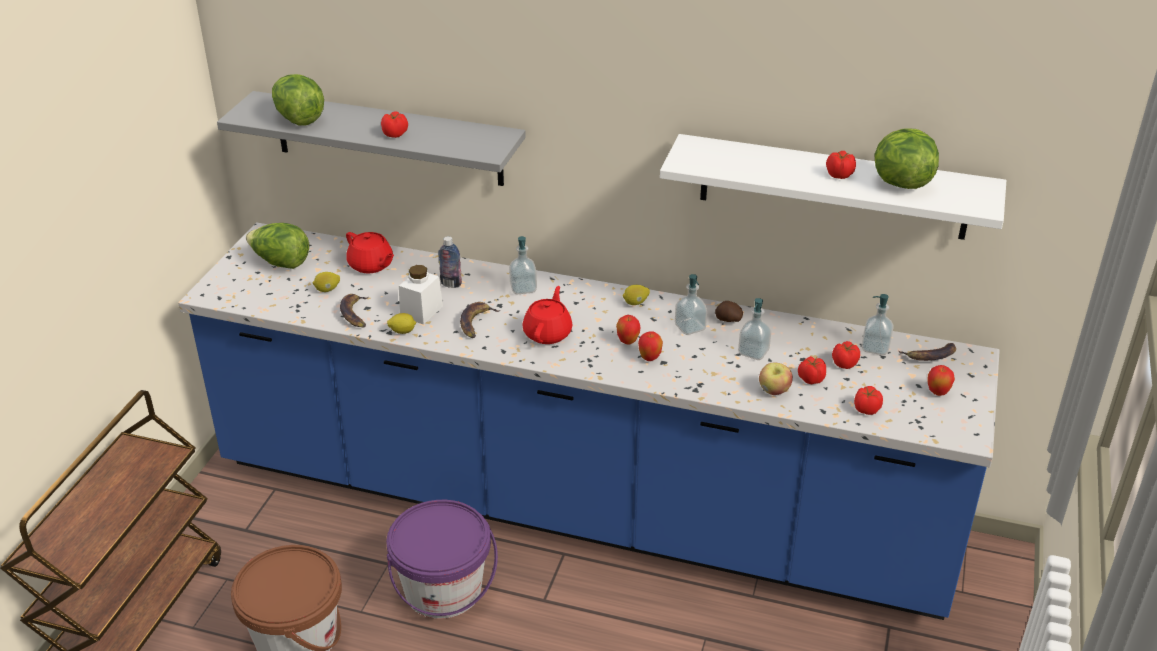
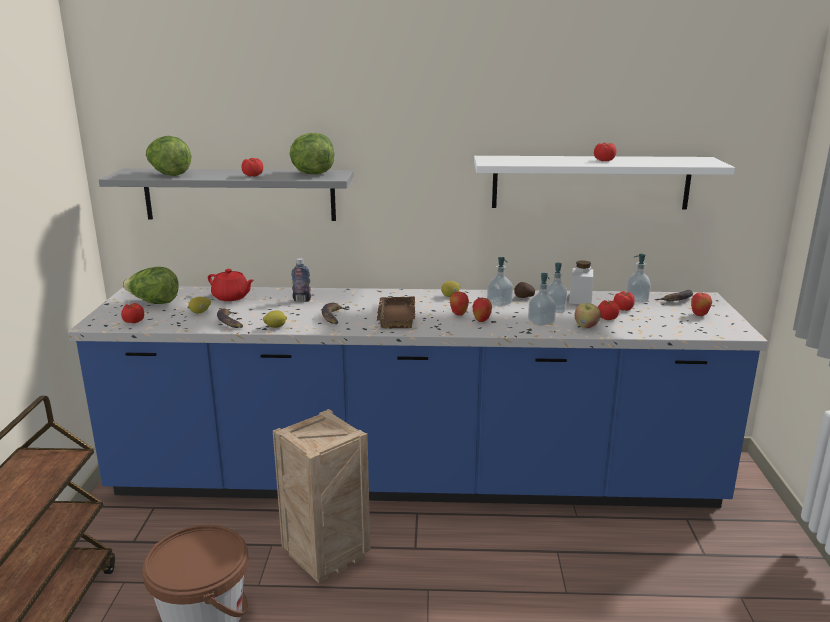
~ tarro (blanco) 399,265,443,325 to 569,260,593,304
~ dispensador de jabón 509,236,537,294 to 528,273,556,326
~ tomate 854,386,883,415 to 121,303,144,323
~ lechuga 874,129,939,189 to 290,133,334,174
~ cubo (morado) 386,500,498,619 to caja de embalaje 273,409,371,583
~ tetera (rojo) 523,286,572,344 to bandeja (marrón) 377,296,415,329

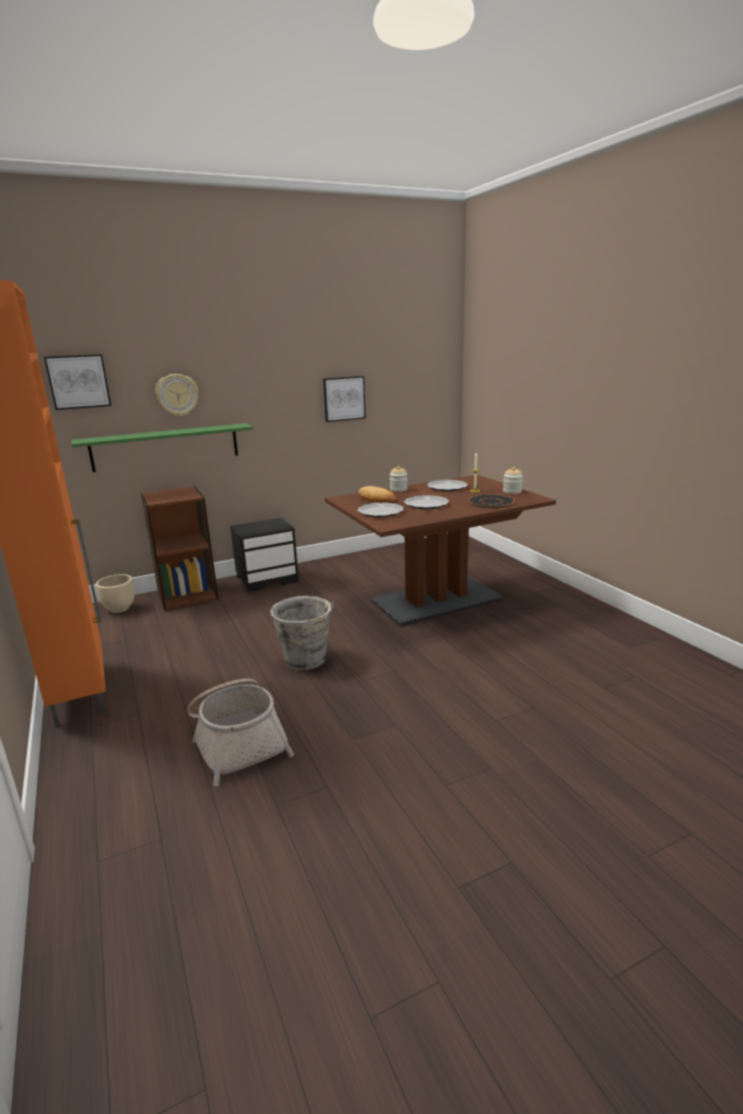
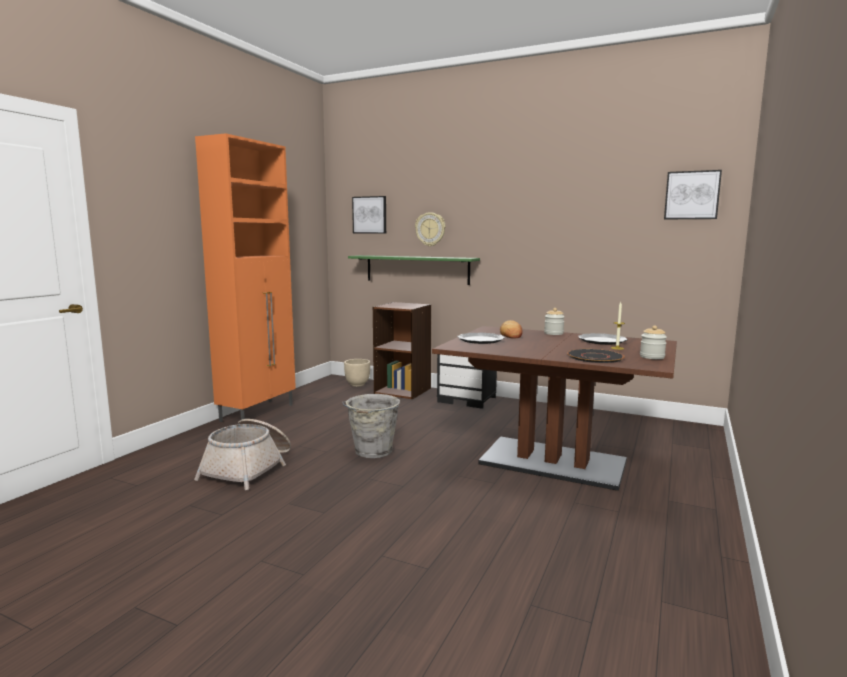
- plato 404,495,449,509
~ cuadro 323,376,366,422 to 664,170,722,219

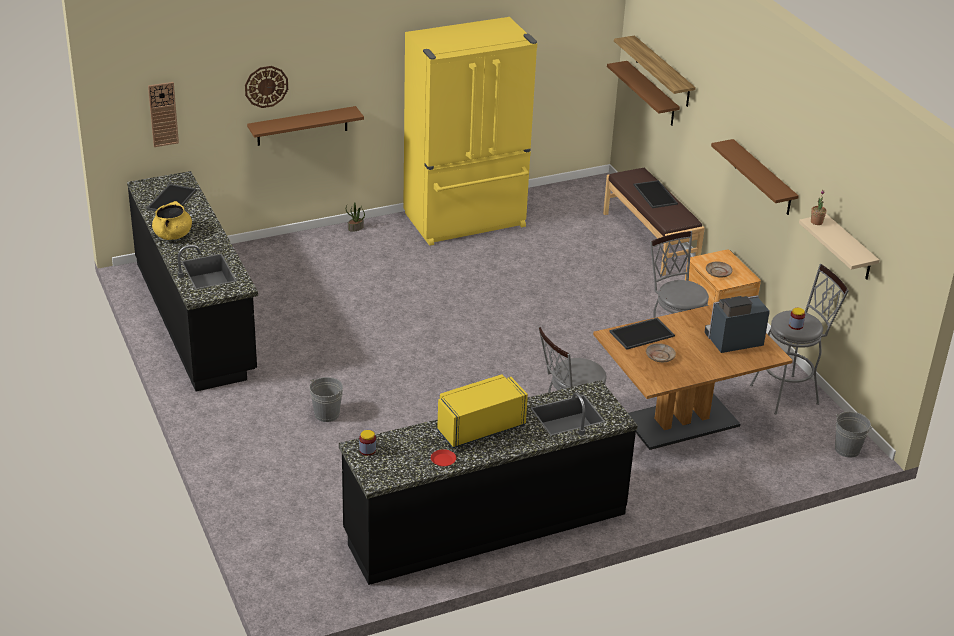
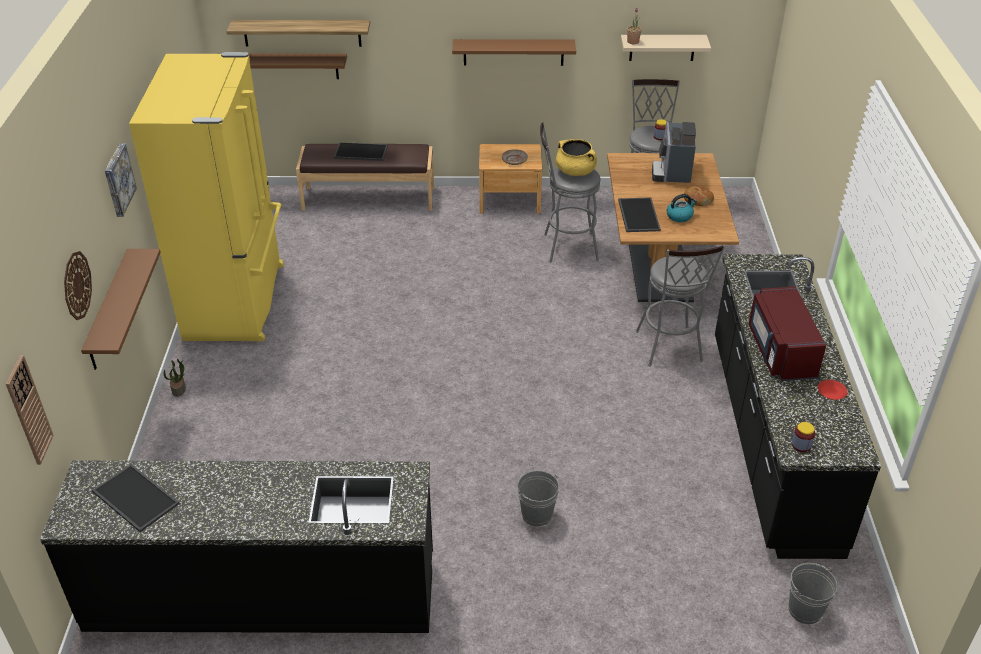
+ cuadro 105,143,137,217
+ pan 684,186,714,206
~ olla (amarillo) 152,201,192,240 to 556,139,597,176
~ cubo (gris) 835,411,873,458 to 788,563,837,624
~ plato (beis) 646,343,676,362 to hervidor 667,194,697,222
~ microondas (amarillo) 437,374,528,448 to microondas (rojo) 749,287,826,381

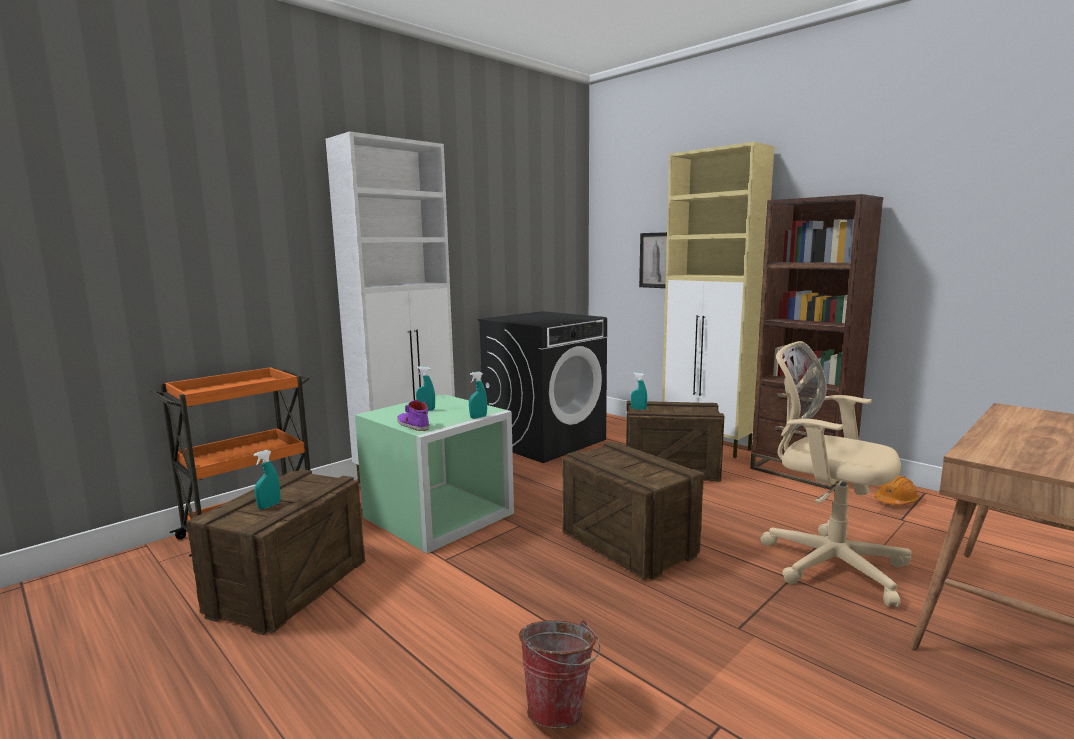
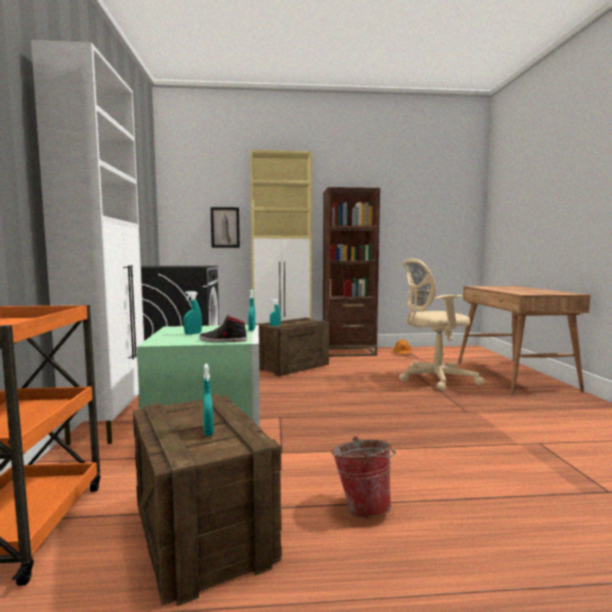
- caja de embalaje 562,441,704,580
~ cubo 519,620,600,729 to 332,436,396,518
~ zapato (morado) 397,400,429,431 to zapato (negro) 199,315,247,342

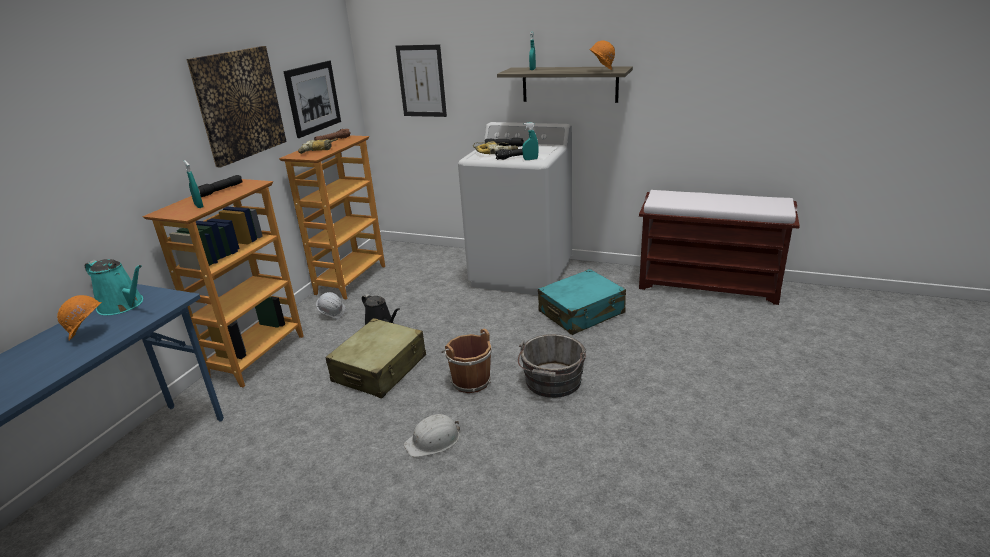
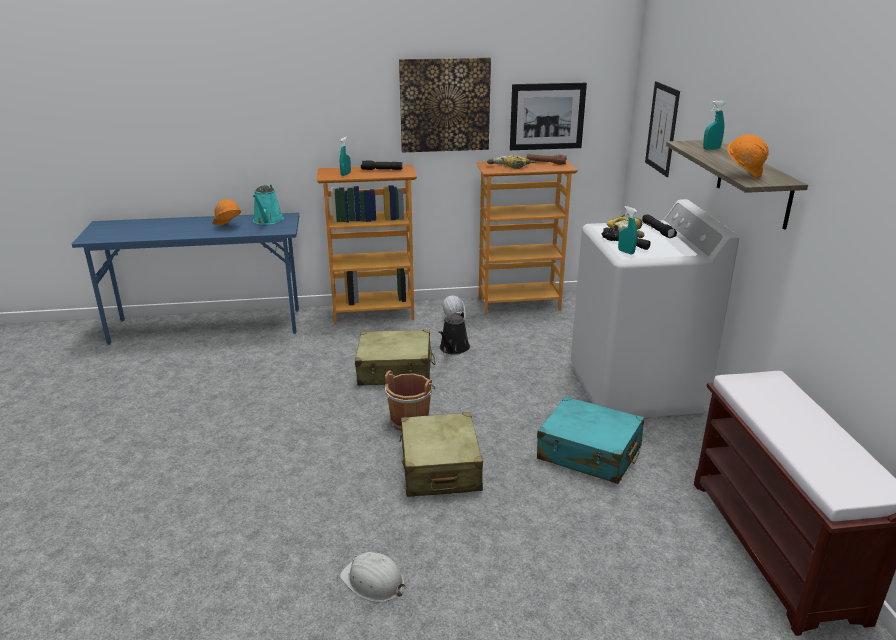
~ casco (blanco) 404,414,460,457 to 340,552,406,602
~ cubo (gris) 518,334,586,398 to maleta (beis) 399,412,483,497

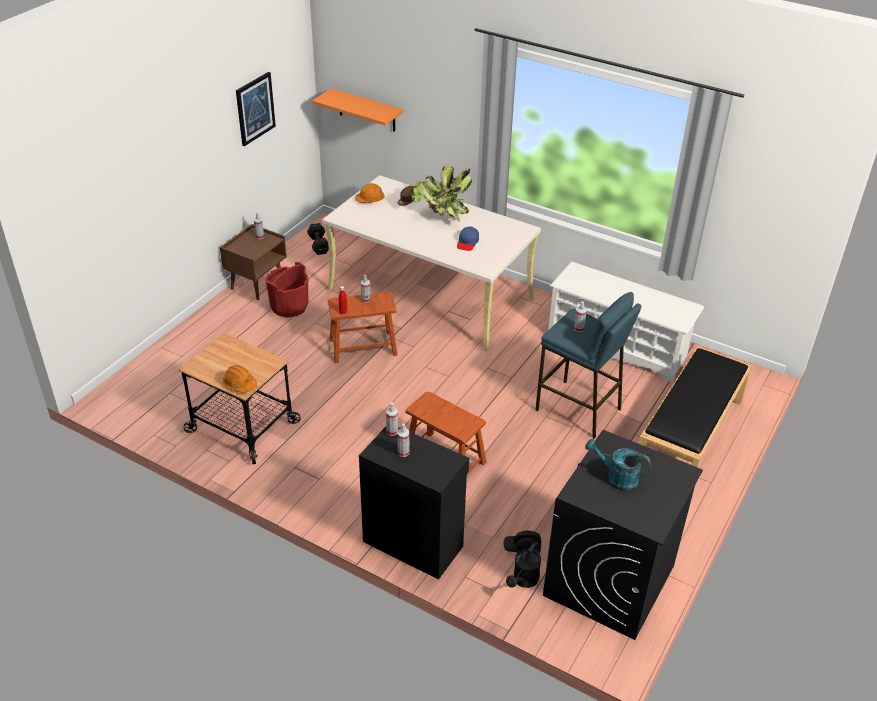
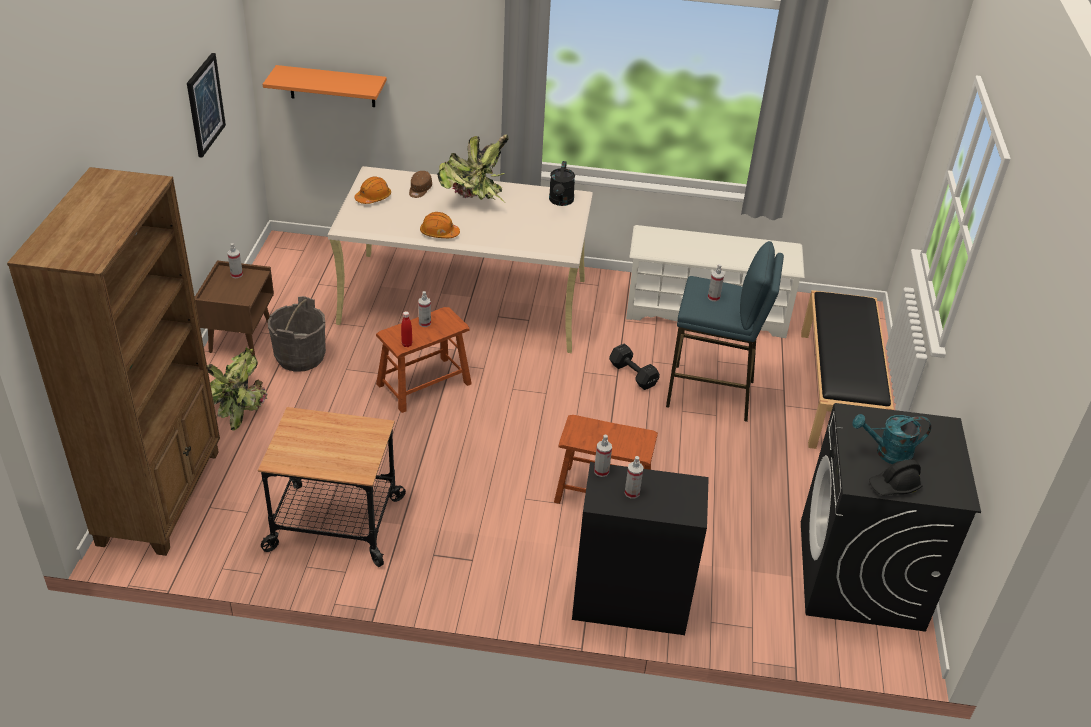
- gorra (azul) 457,226,479,251
+ estantería (marrón) 7,167,220,556
+ planta en maceta 207,347,267,431
~ casco (naranja) 223,365,257,393 to 420,212,460,238
~ mancuerna (negro) 307,223,329,255 to 609,344,660,390
~ casco (negro) 503,531,541,553 to 869,460,922,496
~ regadera (negro) 506,542,541,588 to 549,161,575,206
~ cubo (rojo) 265,262,309,317 to cubo (gris) 268,296,326,372

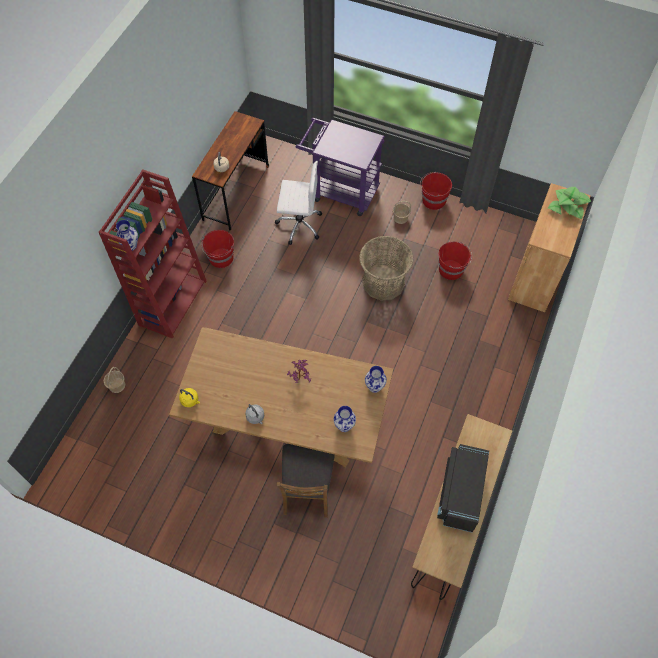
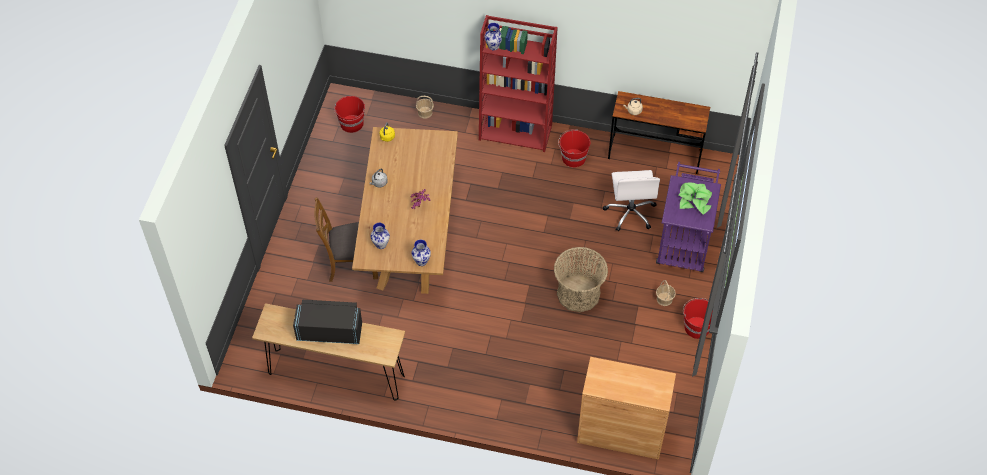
~ cubo (rojo) 438,242,472,280 to 334,96,365,133
~ planta en maceta 548,187,591,219 to 679,182,712,215

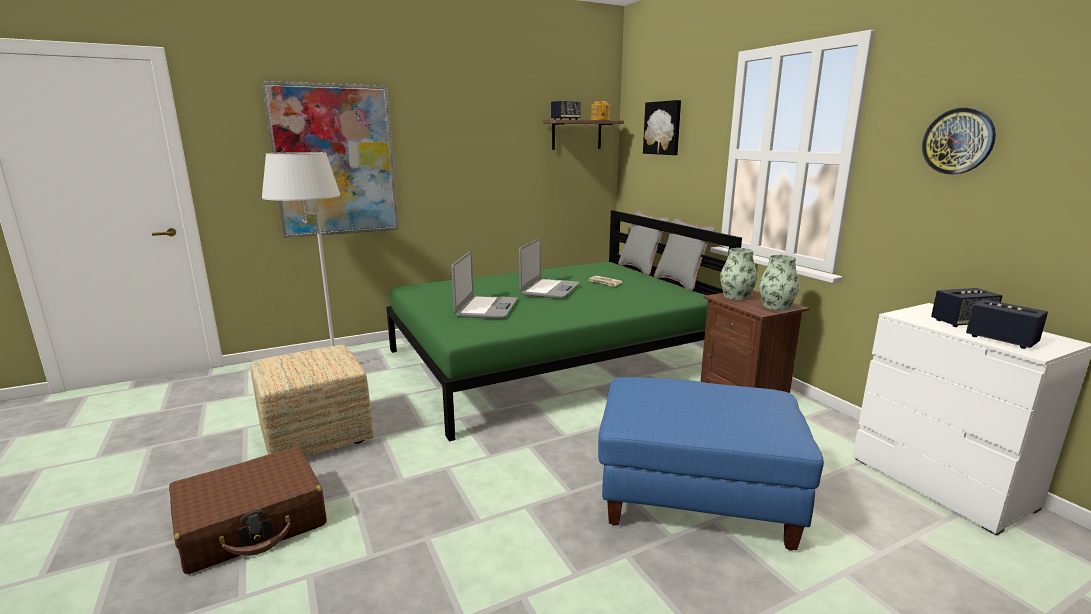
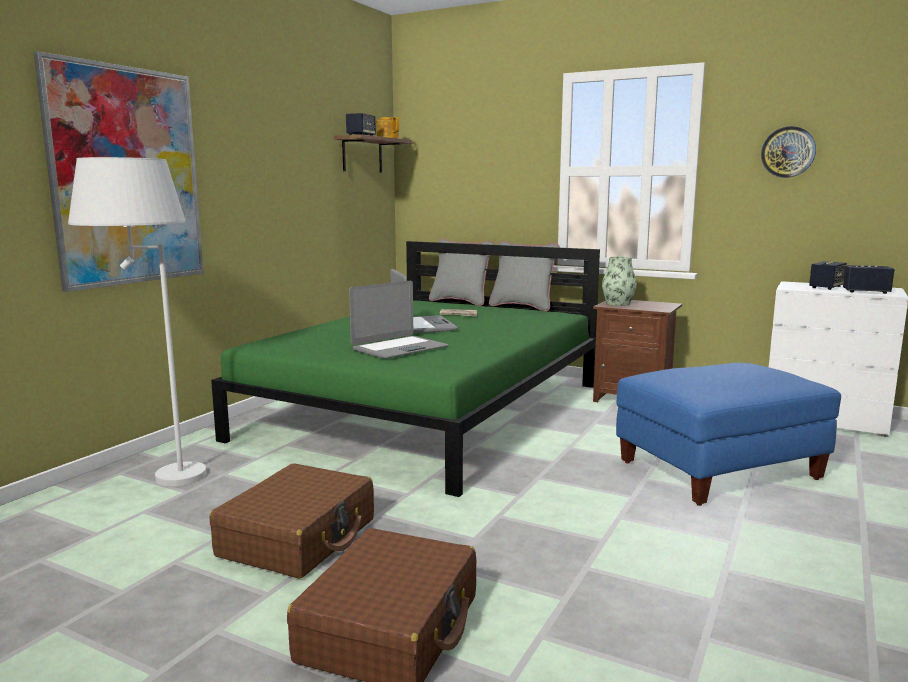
- cuadro 643,100,681,155
- florero 759,255,799,310
~ puf 250,345,374,456 to maleta (marrón) 210,463,374,579
~ portátil 451,251,518,319 = 349,281,448,358 75 degrees clockwise

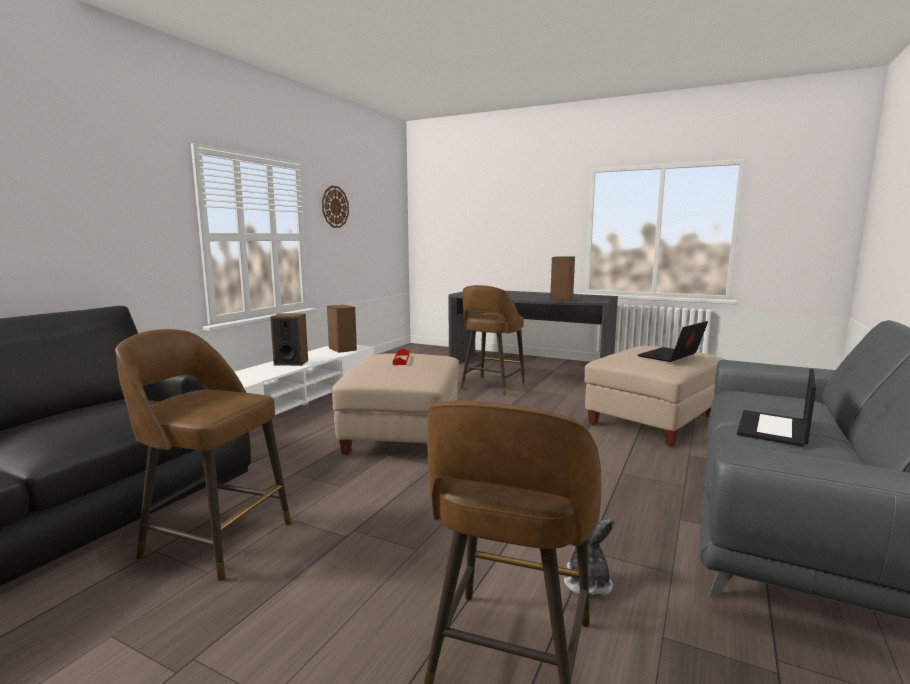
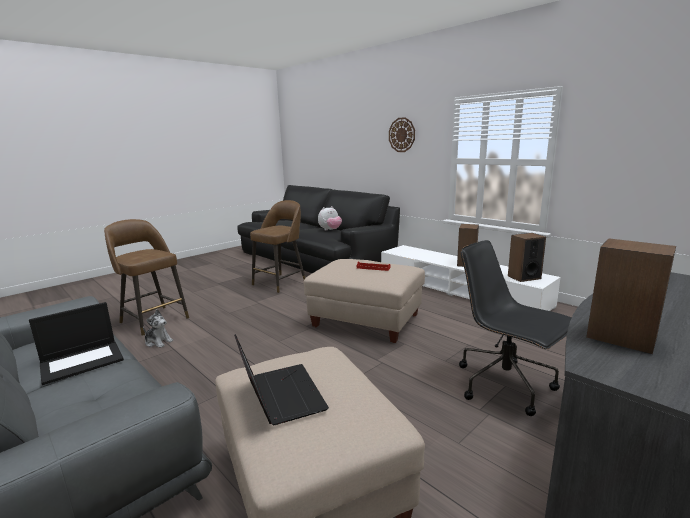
+ peluche 318,206,342,231
~ reloj de pared 322,186,349,228 to 389,117,415,152
~ taburete (marrón) 460,285,525,396 to silla de oficina (negro) 459,240,571,416
~ portátil 737,369,816,447 = 29,302,124,385 90 degrees clockwise

